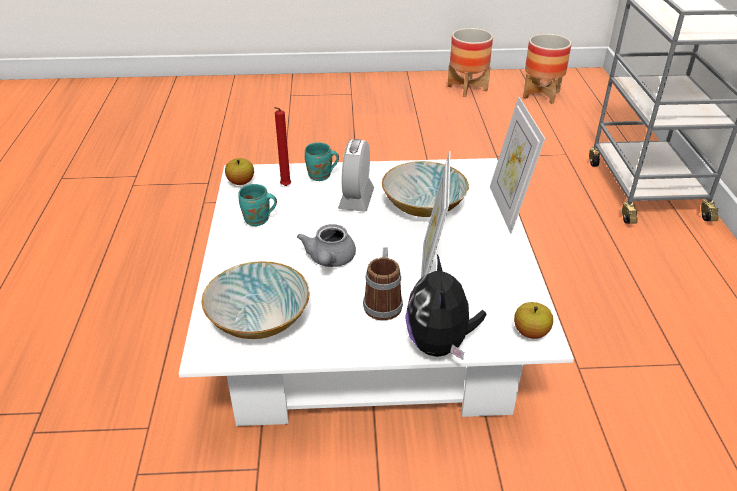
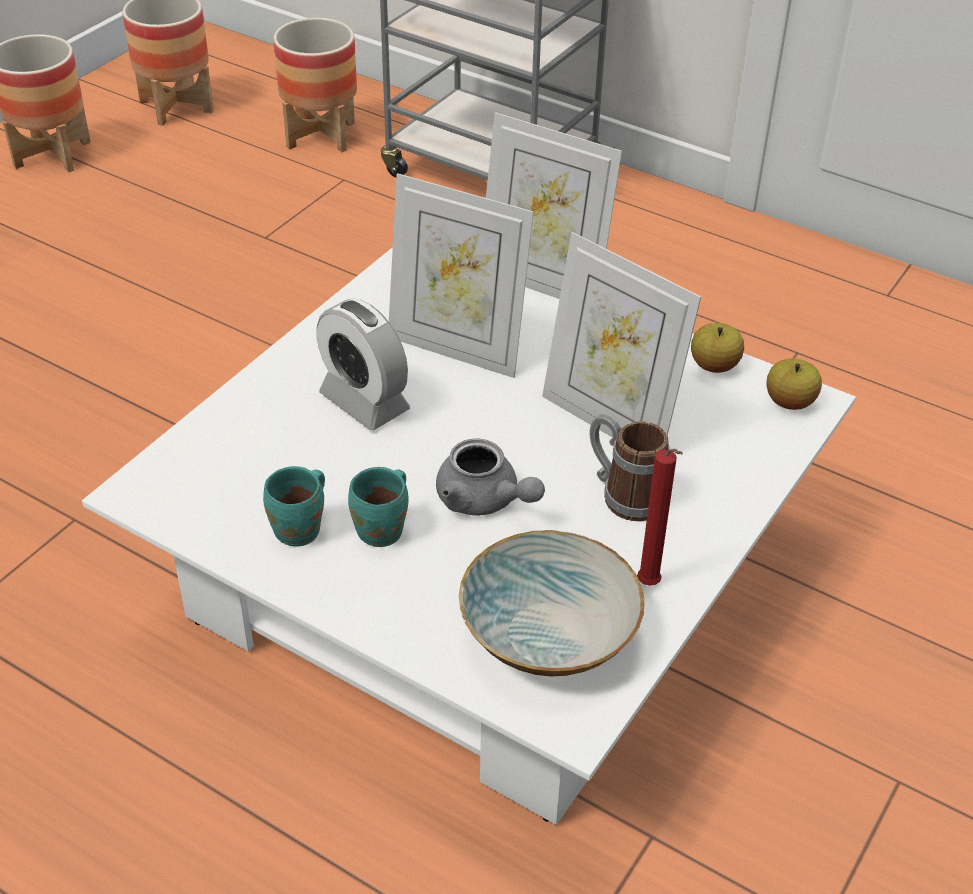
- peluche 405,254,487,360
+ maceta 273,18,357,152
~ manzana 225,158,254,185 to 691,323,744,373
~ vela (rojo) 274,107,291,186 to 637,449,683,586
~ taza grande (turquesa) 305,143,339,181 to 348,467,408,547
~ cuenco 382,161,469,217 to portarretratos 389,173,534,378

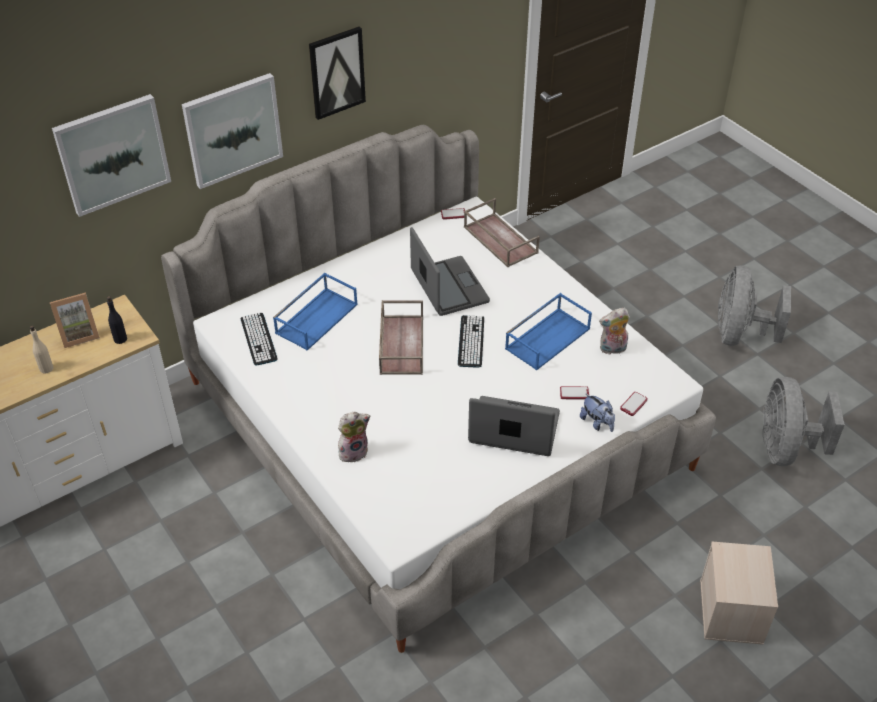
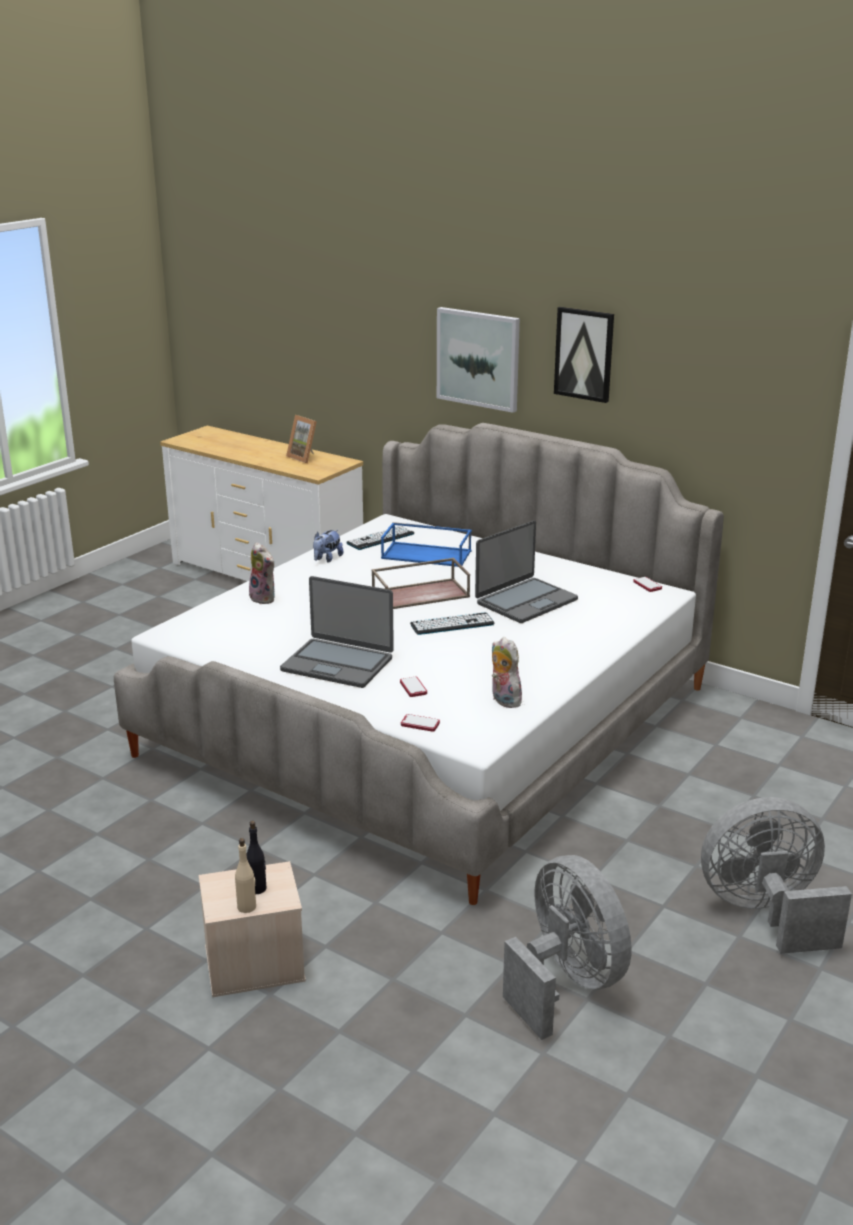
- cuadro 52,94,171,217
- bandeja (marrón) 464,198,540,267
- bandeja (azul) 505,293,592,370
~ botella (beis) 30,326,53,373 to 235,838,256,913
~ botella (negro) 107,296,127,344 to 246,821,266,894
~ peluche 580,393,615,432 to 313,530,343,562
~ portátil 468,396,560,456 = 280,576,394,688 120 degrees clockwise
~ ventilador (gris) 763,377,845,466 = 503,855,632,1040 75 degrees clockwise

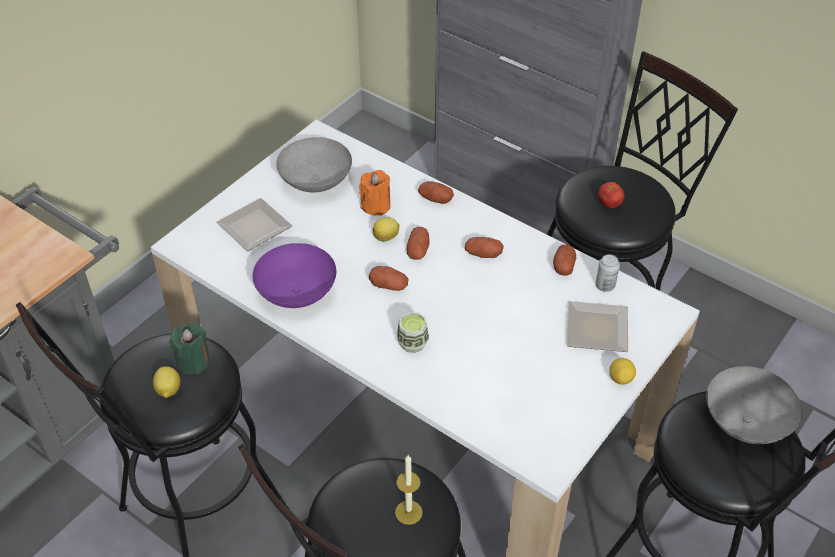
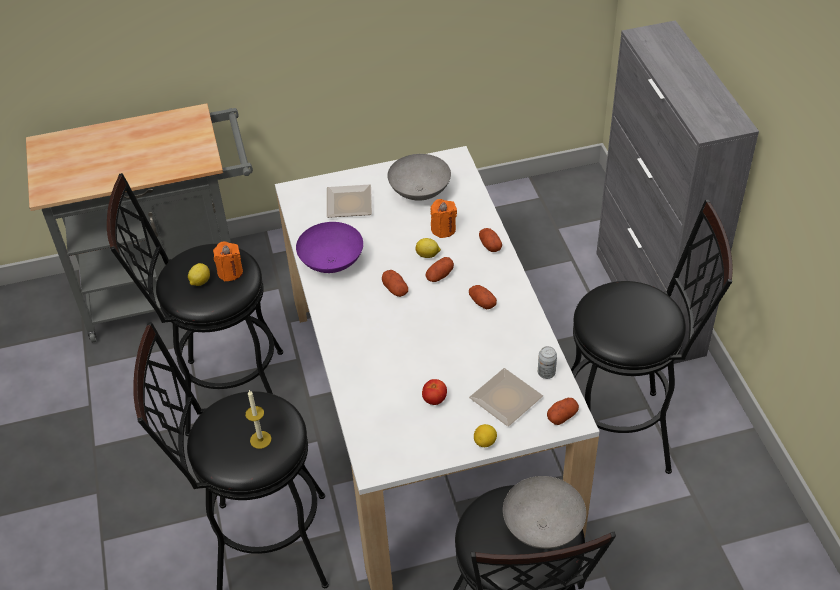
- taza 397,312,429,353
~ patata 553,244,576,276 to 547,398,579,425
~ tomate 598,182,624,208 to 422,379,447,405
~ vela (verde) 170,323,210,374 to vela (naranja) 213,241,243,281

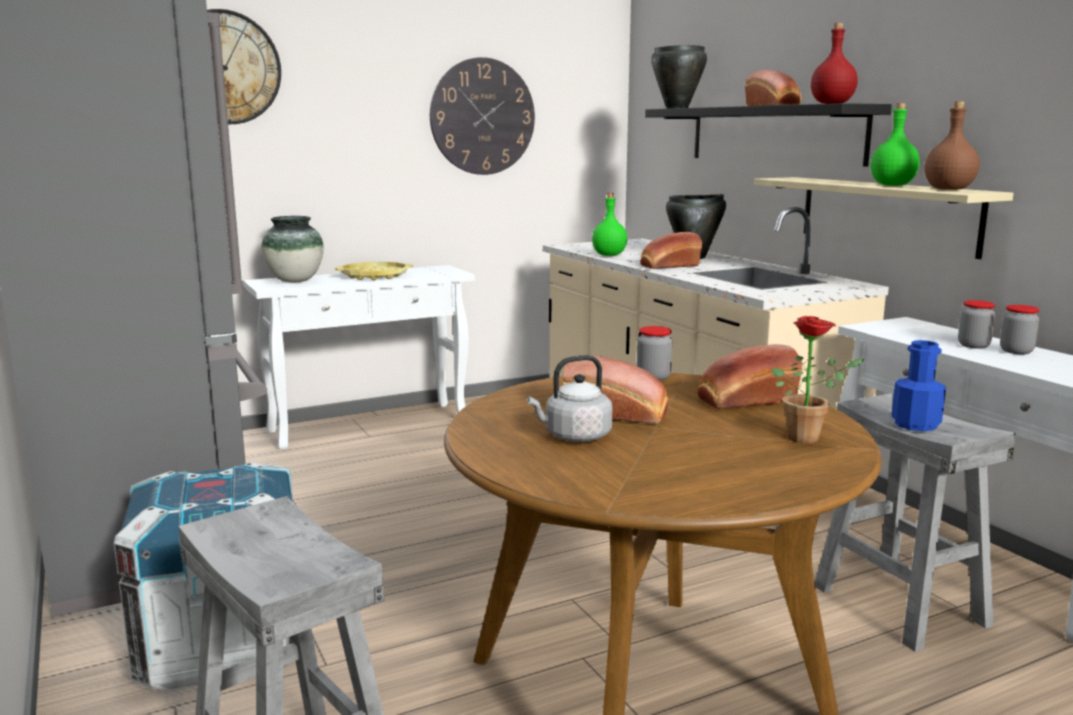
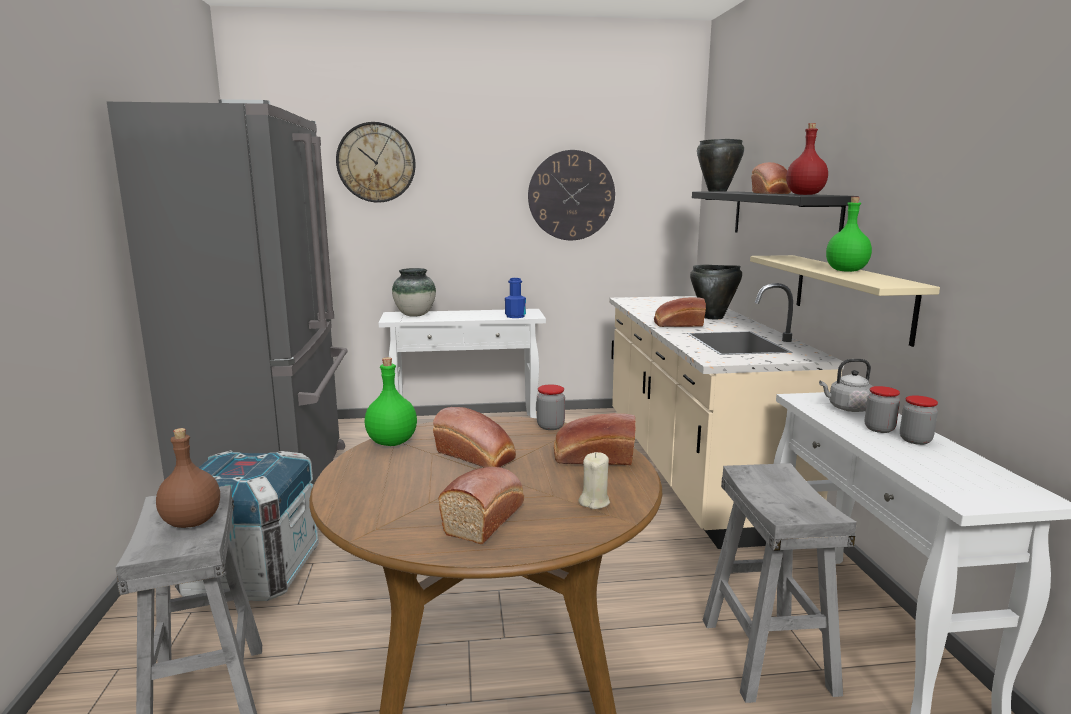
- bandeja (amarillo) 335,262,413,280
+ pan 438,467,524,544
~ hervidor (gris) 527,355,613,442 to 819,359,873,412
~ botella (verde) 592,193,627,256 to 365,357,417,446
~ botella (azul) 891,340,946,431 to 505,278,526,318
~ botella (marrón) 924,101,980,190 to 156,428,220,528
~ planta en maceta 772,316,864,443 to vela (beis) 578,452,610,509

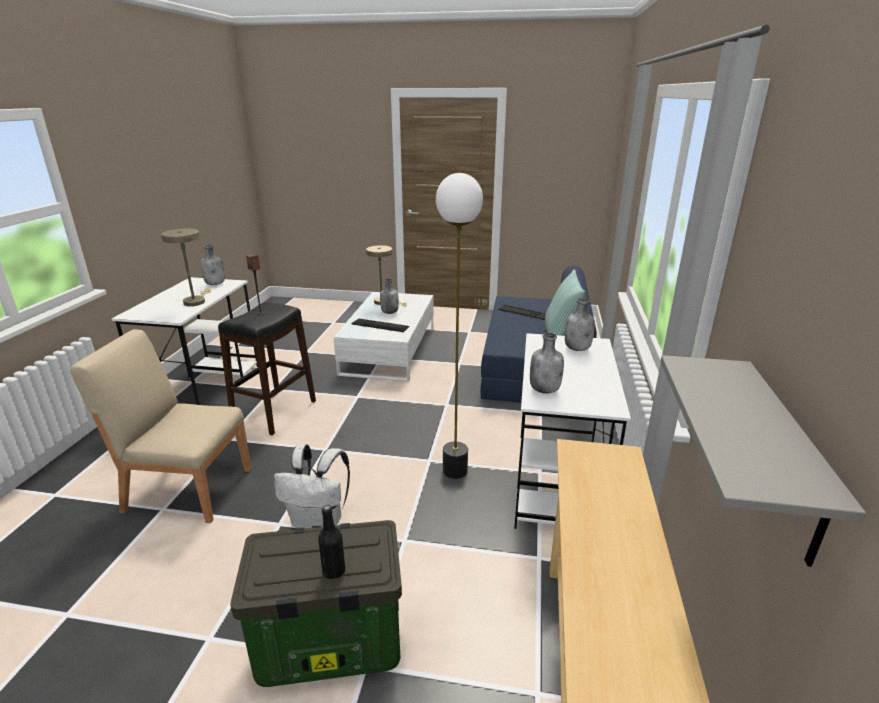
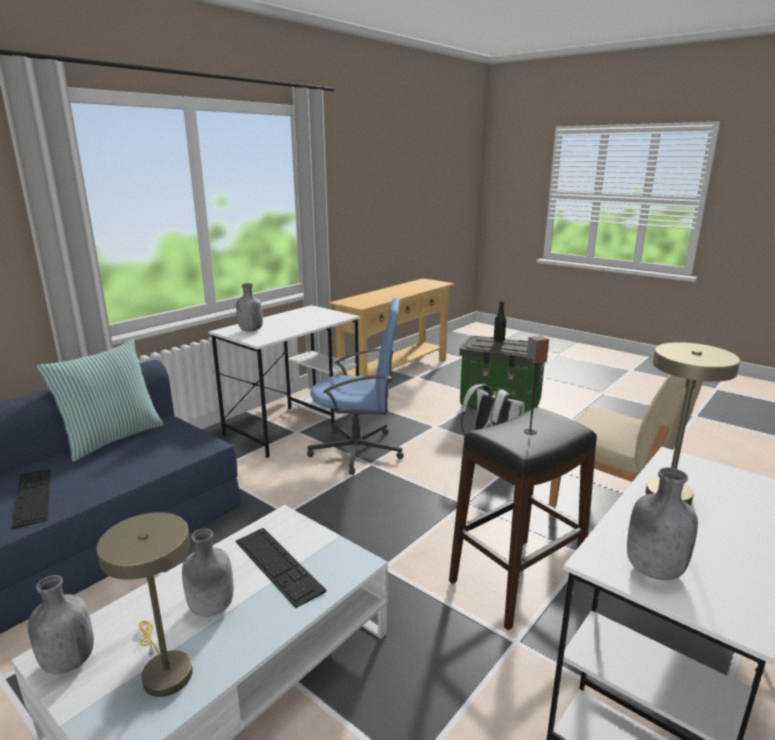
- estante (gris) 660,355,866,567
~ botella (gris) 530,333,564,394 to 28,575,94,674
~ lámpara de pie 436,173,483,479 to silla de oficina (azul) 307,298,404,475

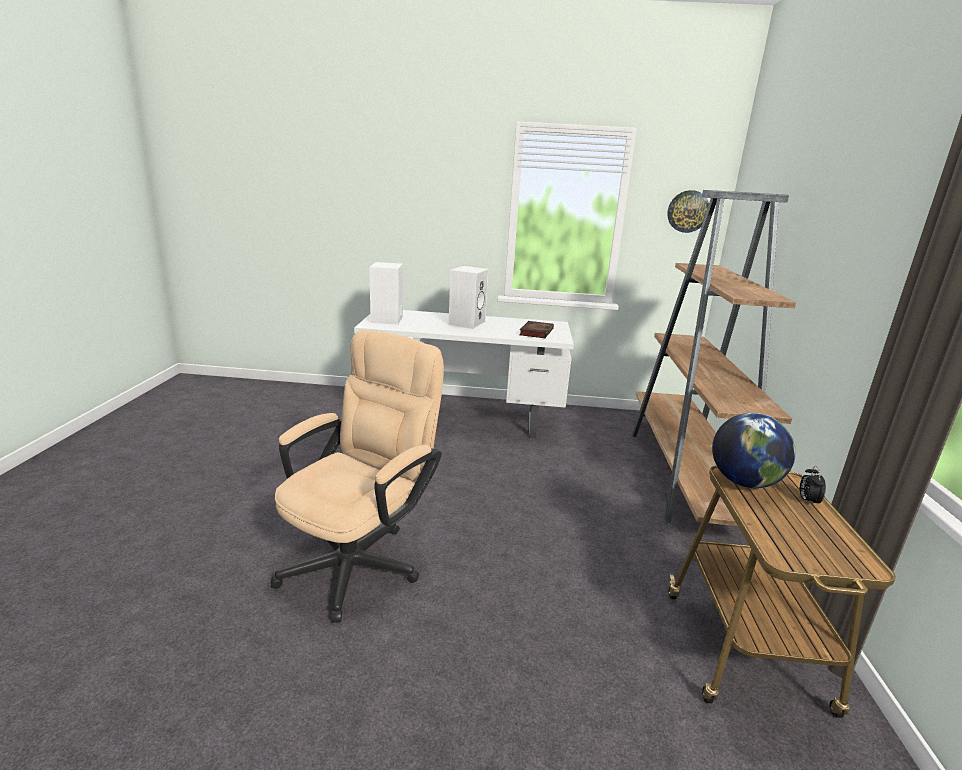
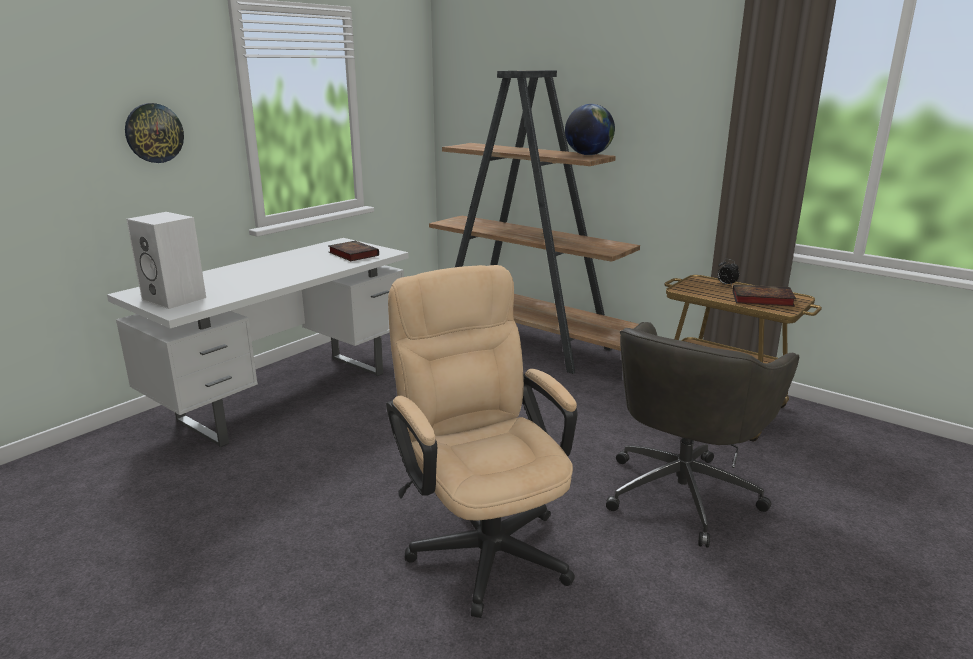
- altavoz (blanco) 449,266,488,329
+ silla de oficina (gris) 606,322,799,548
+ libro 733,284,796,307
~ reloj de pared 667,190,709,233 to 125,103,184,163
~ globo terráqueo 712,413,796,488 to 565,104,615,155

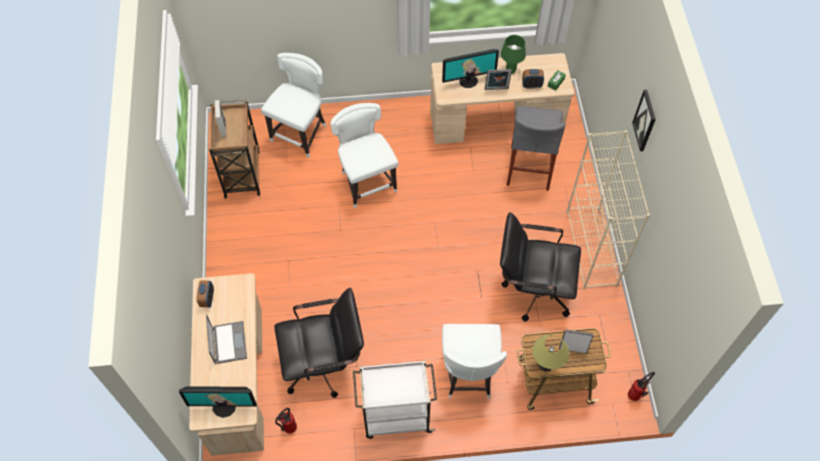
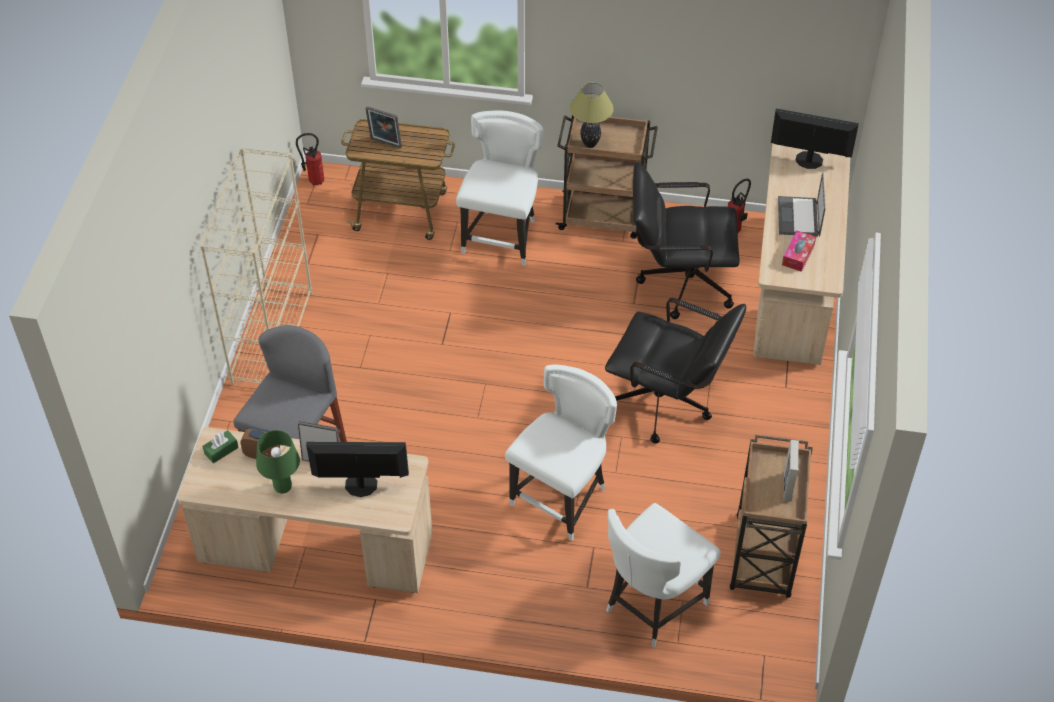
- despertador 196,280,214,307
- cuadro 632,90,656,151
+ caja de pañuelos 782,230,816,272
~ silla de oficina (negro) 500,212,581,321 to 605,298,746,444
~ lámpara de mesa 532,335,569,371 to 570,83,614,148
~ carrito (blanco) 353,360,437,439 to carrito (marrón) 556,115,658,239
~ silla (blanco) 330,103,398,209 = 505,365,617,541 135 degrees counterclockwise

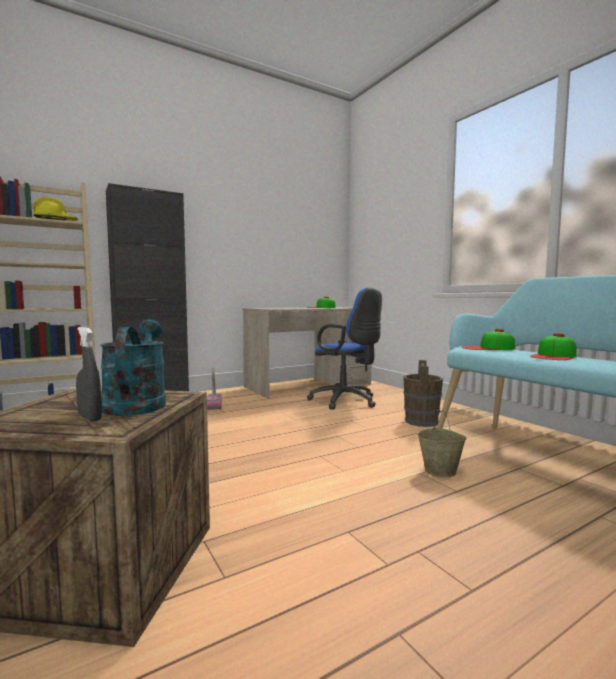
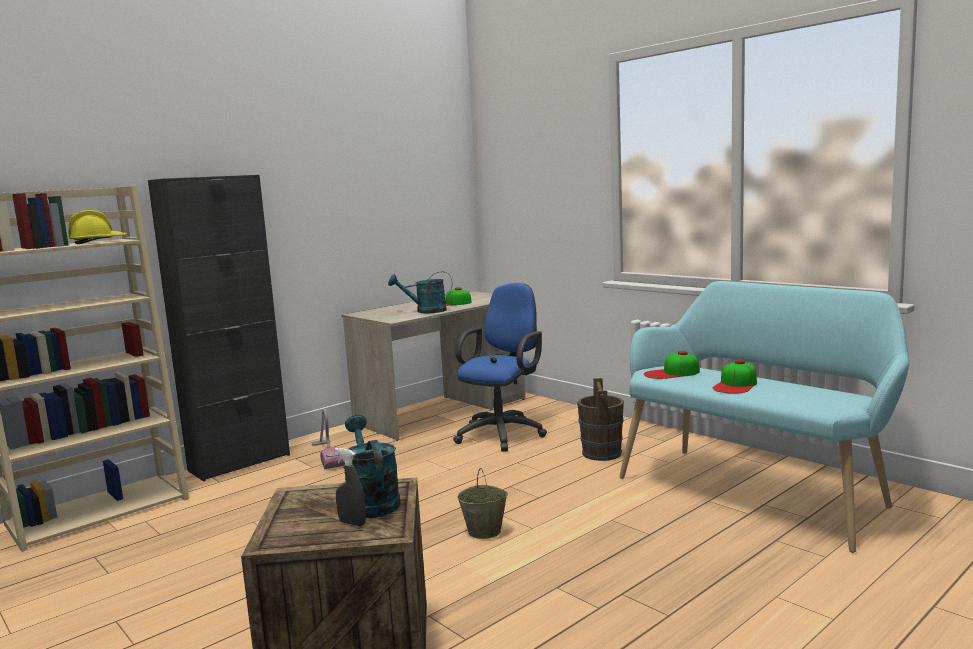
+ regadera (turquesa) 388,271,452,313
~ cubo (beis) 418,410,466,477 to 457,468,508,539
~ silla de oficina (azul) 307,288,382,410 = 453,283,547,452 90 degrees counterclockwise

